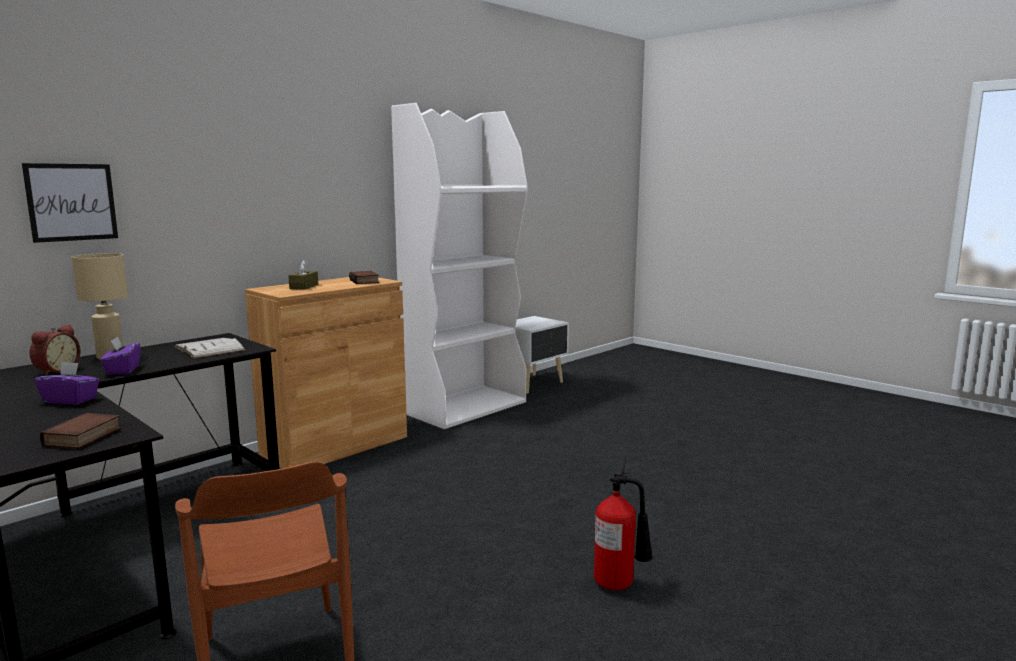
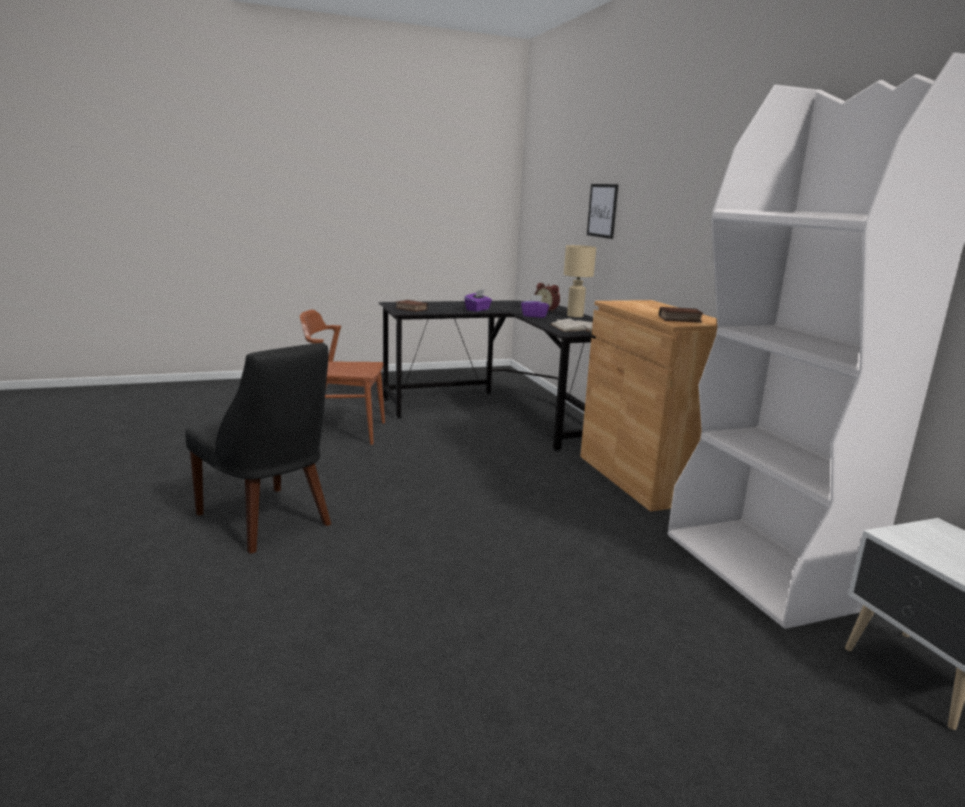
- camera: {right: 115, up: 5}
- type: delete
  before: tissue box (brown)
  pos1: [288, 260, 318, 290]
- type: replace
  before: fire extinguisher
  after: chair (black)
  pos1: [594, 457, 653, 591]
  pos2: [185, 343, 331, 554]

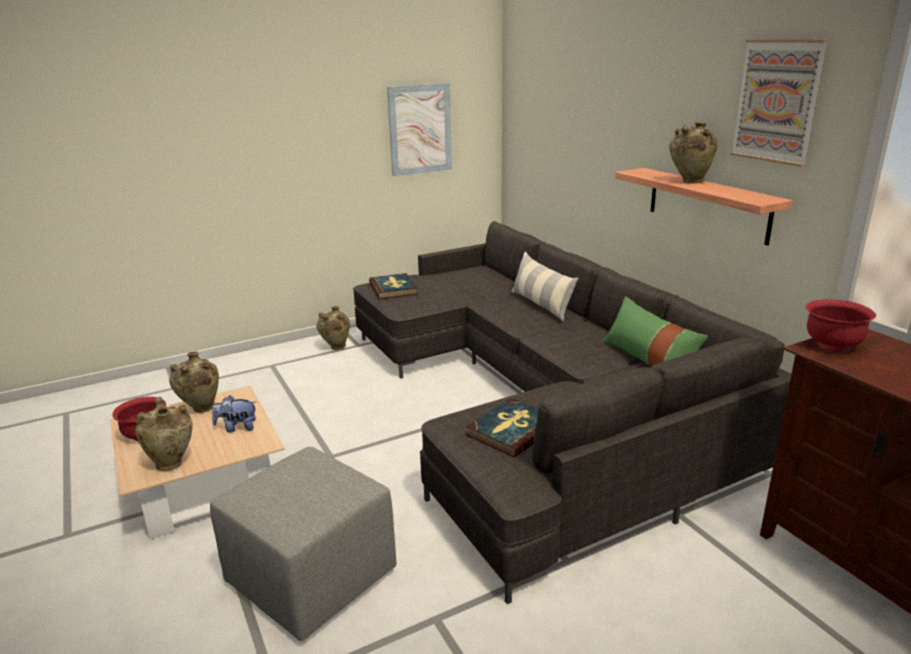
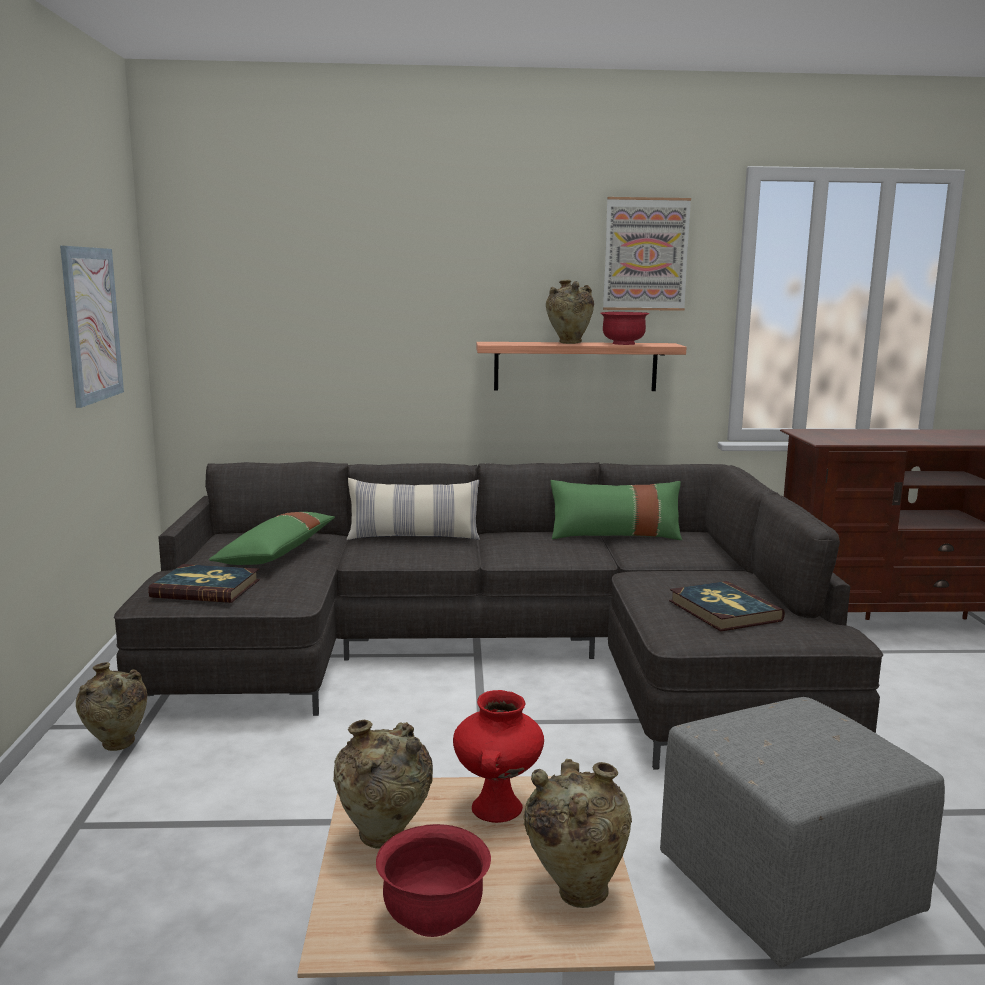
- camera: {right: -65, up: -10}
- type: insert
  after: pillow (green)
  pos2: [209, 512, 335, 565]
- type: move
  before: bowl (red)
  pos1: [806, 299, 876, 351]
  pos2: [600, 312, 649, 345]
- type: replace
  before: plush toy
  after: vase (red)
  pos1: [212, 395, 256, 432]
  pos2: [453, 690, 544, 823]

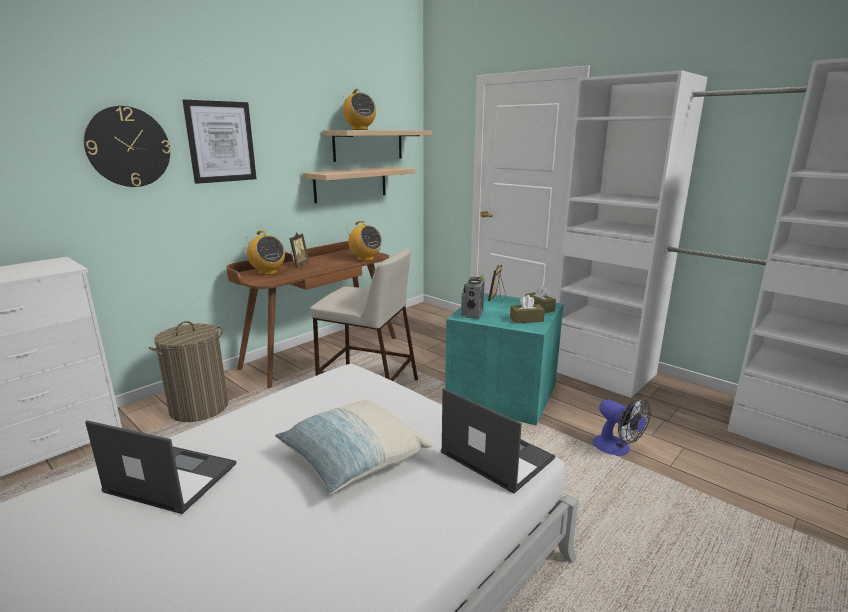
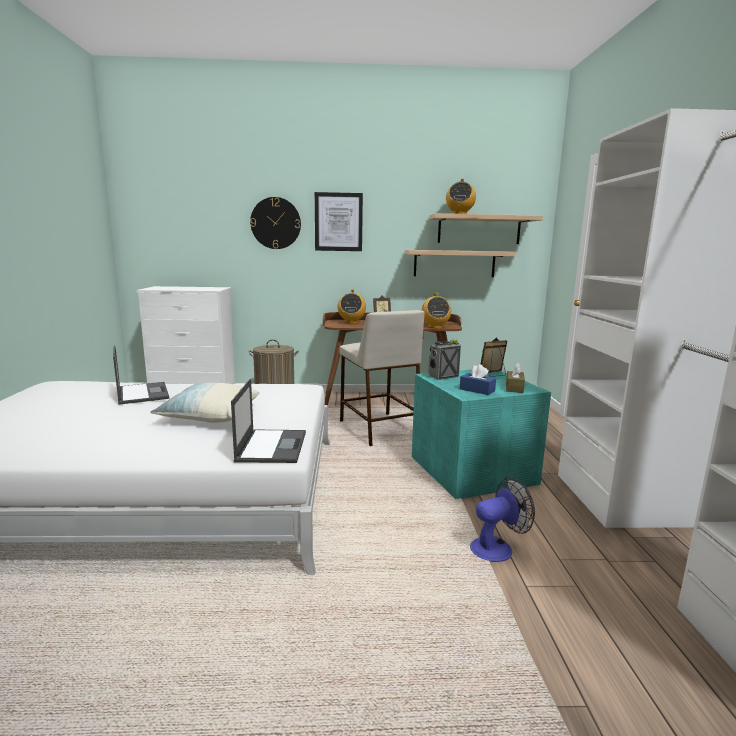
- camera: {right: 45, up: -5}
- type: recolor
  before: tissue box (brown)
  after: tissue box (blue)
  pos1: [510, 295, 545, 323]
  pos2: [460, 364, 496, 395]
- type: rotate
  before: fan
  pos1: [592, 398, 651, 456]
  pos2: [470, 477, 535, 562]
  turn: -120

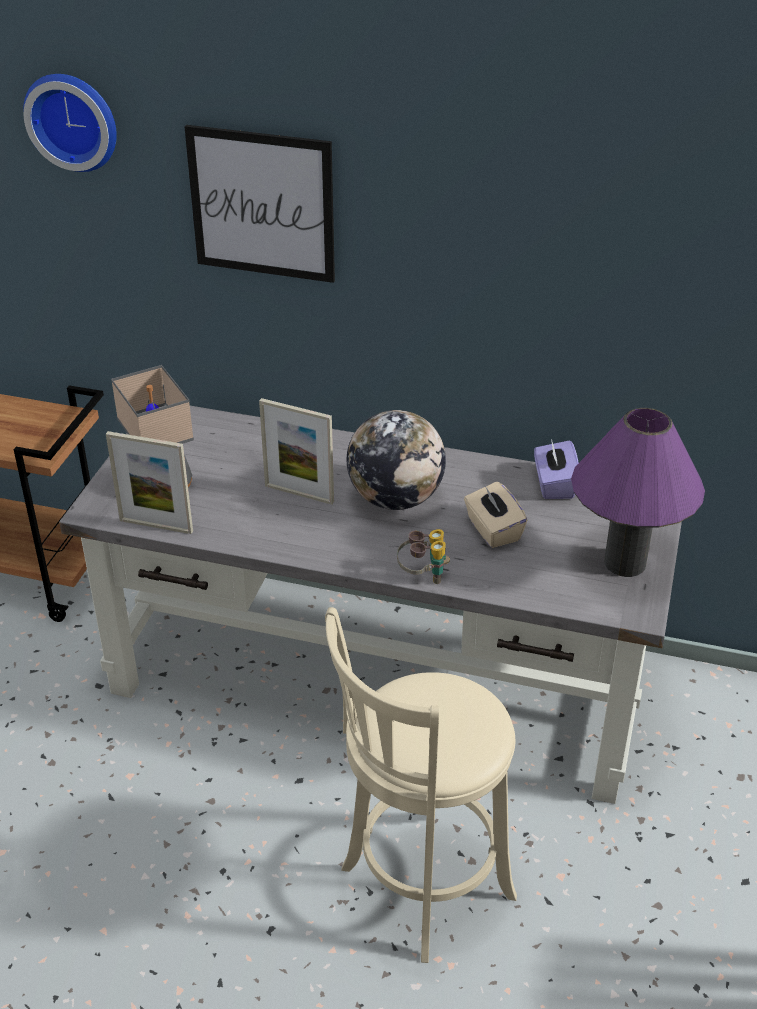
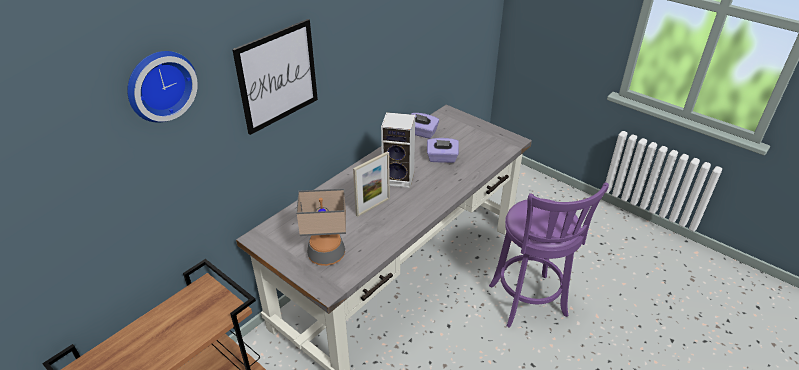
- camera: {right: -65, up: 0}
- type: delete
  before: picture frame
  pos1: [106, 431, 193, 534]
- type: delete
  before: binoculars
  pos1: [397, 529, 450, 584]
- type: delete
  before: table lamp (purple)
  pos1: [571, 408, 705, 577]
- type: replace
  before: globe
  after: speaker
  pos1: [347, 410, 446, 510]
  pos2: [381, 112, 415, 188]
- type: recolor
  before: stool (beige)
  after: stool (purple)
  pos1: [325, 607, 517, 963]
  pos2: [489, 182, 609, 328]
- type: recolor
  before: tissue box (beige)
  after: tissue box (purple)
  pos1: [464, 482, 527, 548]
  pos2: [427, 138, 459, 163]

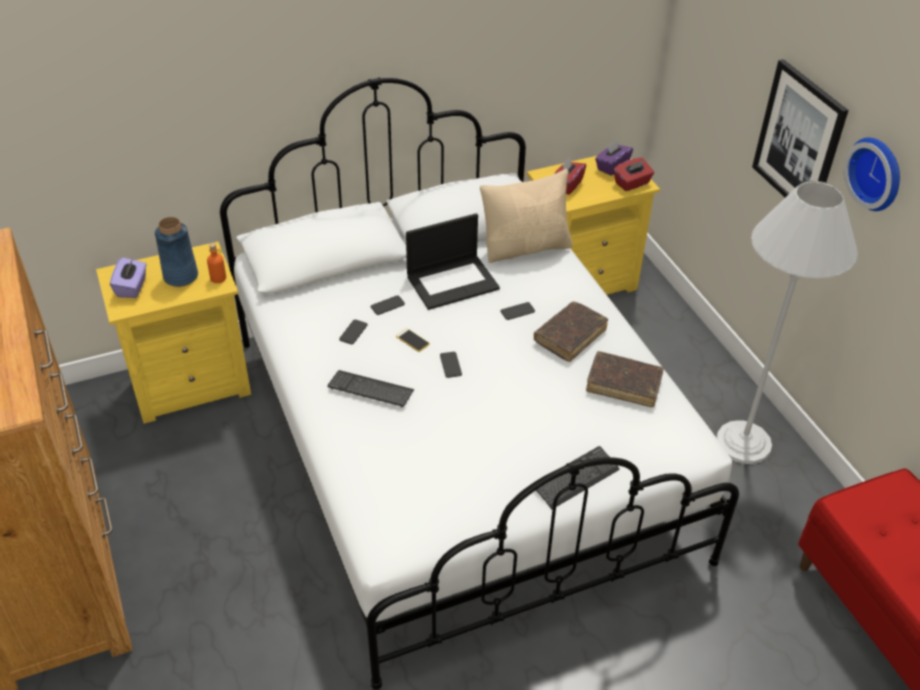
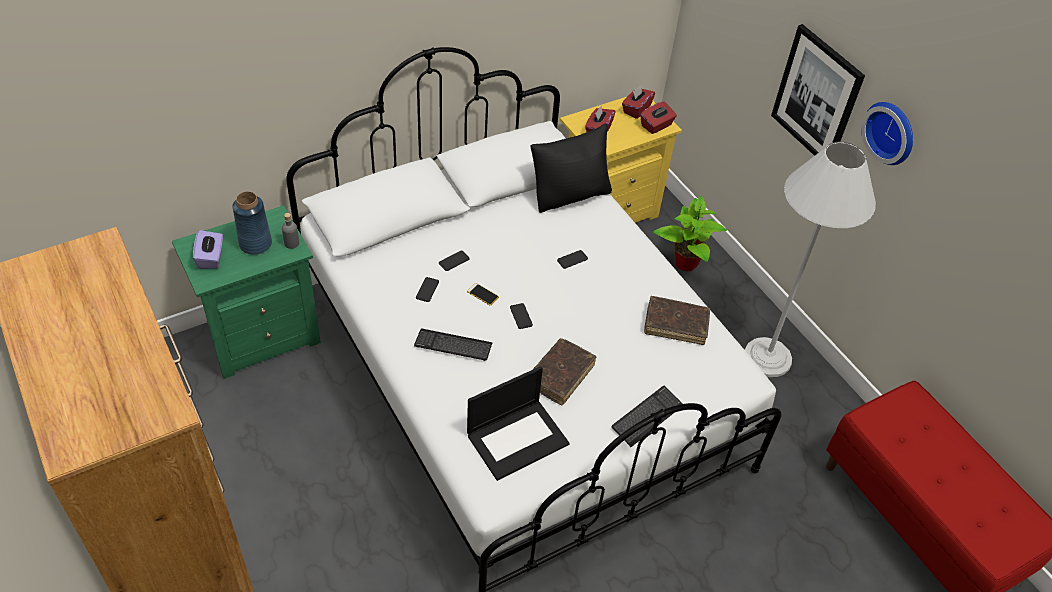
- camera: {right: -10, up: 5}
- type: insert
  after: potted plant
  pos2: [653, 196, 727, 271]
- type: move
  before: laptop
  pos1: [406, 213, 500, 310]
  pos2: [467, 366, 570, 481]
- type: move
  before: book (brown)
  pos1: [534, 301, 608, 362]
  pos2: [534, 338, 596, 405]
- type: recolor
  before: nightstand (yellow)
  after: nightstand (green)
  pos1: [96, 242, 251, 424]
  pos2: [172, 205, 321, 379]
- type: recolor
  before: bottle (orange)
  after: bottle (grey)
  pos1: [207, 243, 226, 283]
  pos2: [282, 213, 299, 249]
- type: recolor
  before: pillow (beige)
  after: pillow (black)
  pos1: [480, 169, 573, 263]
  pos2: [531, 123, 612, 213]
- type: recolor
  before: tissue box (purple)
  after: tissue box (red)
  pos1: [595, 139, 633, 176]
  pos2: [622, 85, 655, 119]

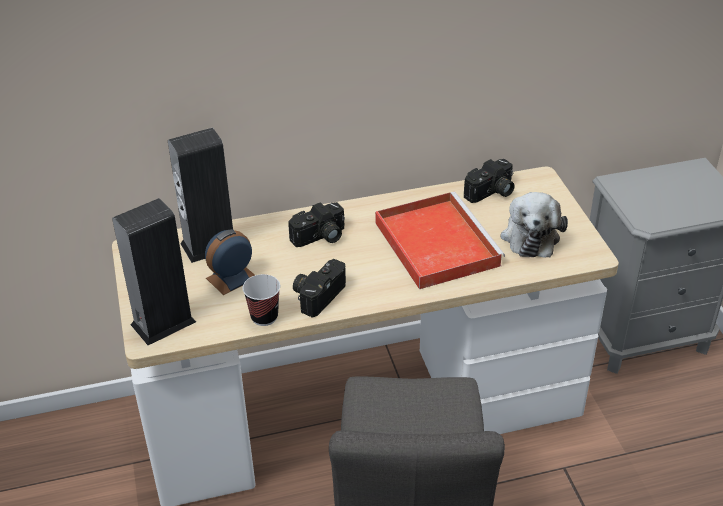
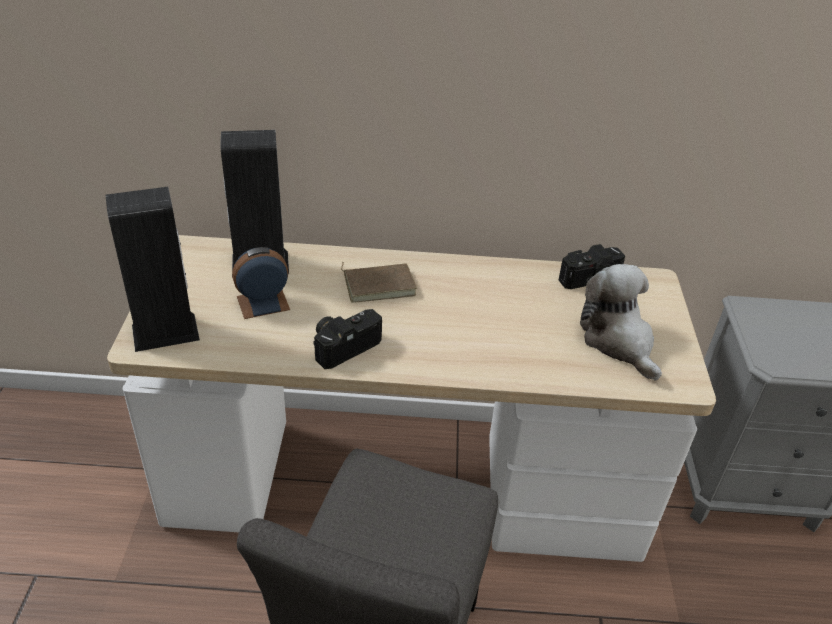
- camera: {right: 15, up: 0}
- type: delete
  before: cup
  pos1: [243, 274, 280, 326]
- type: delete
  before: tray (red)
  pos1: [375, 192, 505, 289]
- type: replace
  before: photo camera
  after: book (brown)
  pos1: [288, 202, 345, 247]
  pos2: [341, 262, 417, 303]
- type: rotate
  before: plush toy
  pos1: [501, 192, 568, 257]
  pos2: [580, 264, 662, 380]
  turn: 135

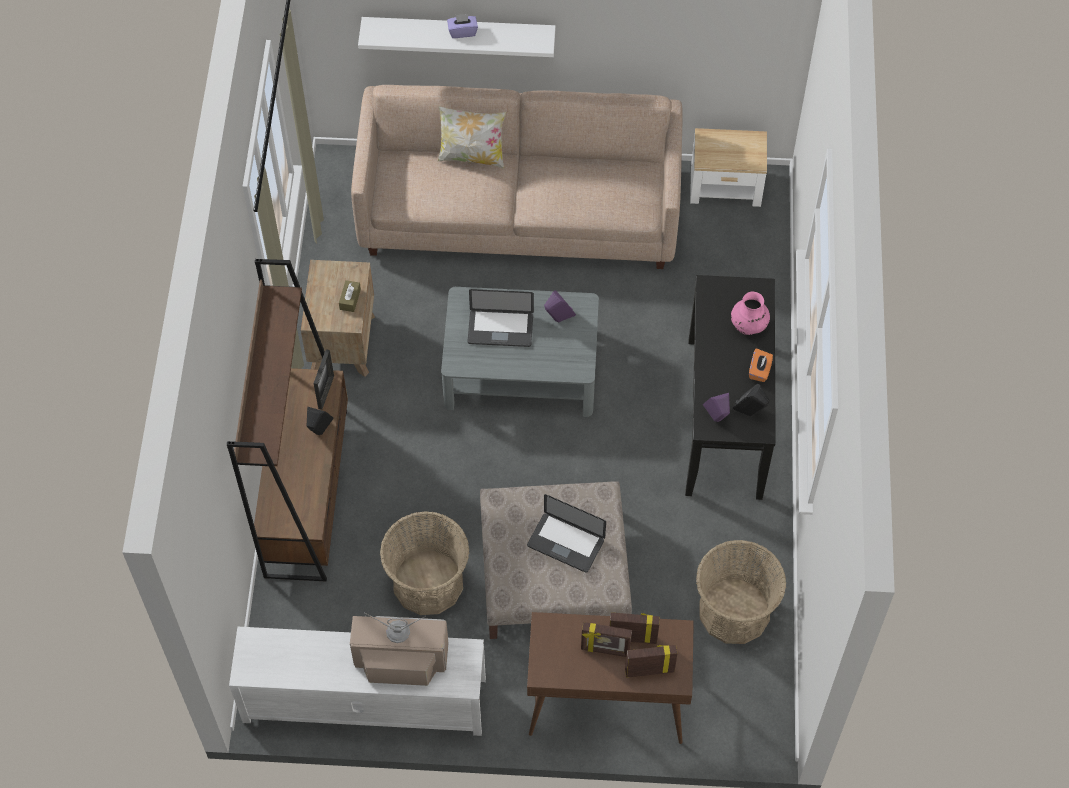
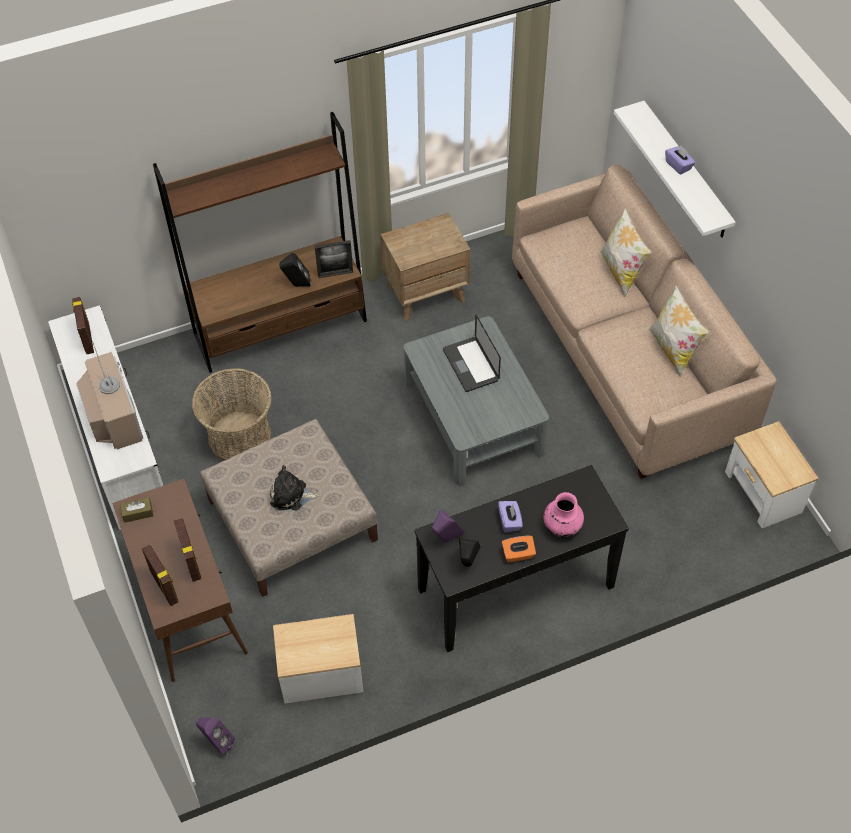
- camera: {right: 65, up: -5}
- type: insert
  after: tissue box (purple)
  pos2: [498, 501, 523, 533]
- type: insert
  after: pillow
  pos2: [649, 286, 710, 377]
- type: move
  before: tissue box (brown)
  pos1: [339, 280, 361, 312]
  pos2: [120, 497, 153, 523]
- type: move
  before: speaker (purple)
  pos1: [544, 290, 576, 322]
  pos2: [196, 717, 235, 755]
- type: move
  before: picture frame
  pos1: [581, 622, 632, 657]
  pos2: [72, 297, 94, 354]
- type: replace
  before: laptop
  after: plush toy
  pos1: [527, 494, 606, 573]
  pos2: [270, 465, 319, 510]
- type: replace
  before: basket
  after: side table
  pos1: [696, 540, 786, 644]
  pos2: [273, 614, 363, 703]

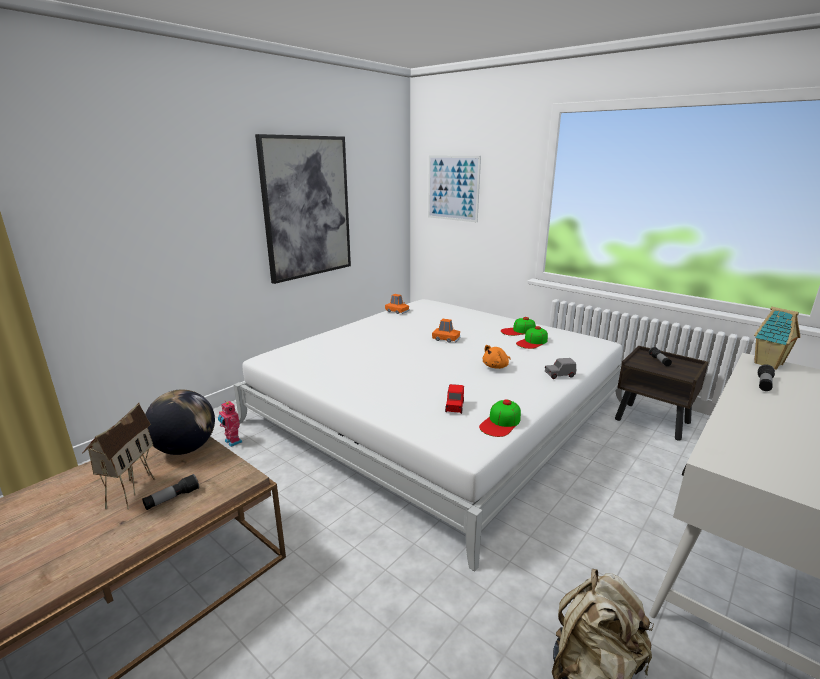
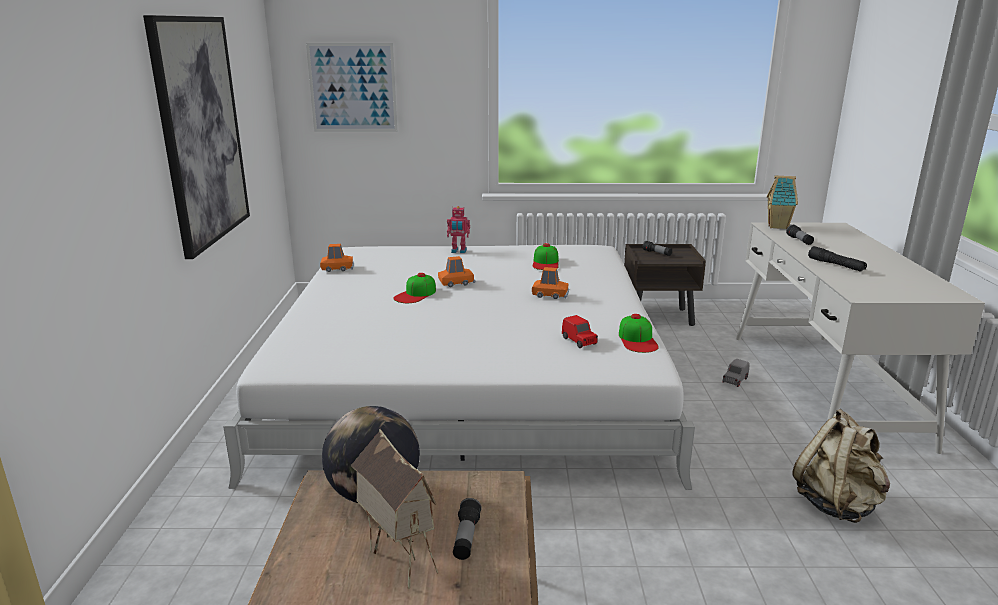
- camera: {right: -40, up: 0}
- type: insert
  after: flashlight (black)
  pos2: [808, 246, 867, 272]
- type: move
  before: toy robot
  pos1: [218, 401, 242, 447]
  pos2: [447, 206, 470, 253]
- type: move
  before: cap
  pos1: [501, 317, 536, 336]
  pos2: [393, 273, 436, 303]
- type: move
  before: toy car (grey)
  pos1: [545, 358, 576, 379]
  pos2: [723, 359, 750, 387]
- type: replace
  before: plush toy (orange)
  after: toy car (orange)
  pos1: [483, 345, 511, 369]
  pos2: [532, 267, 569, 299]

